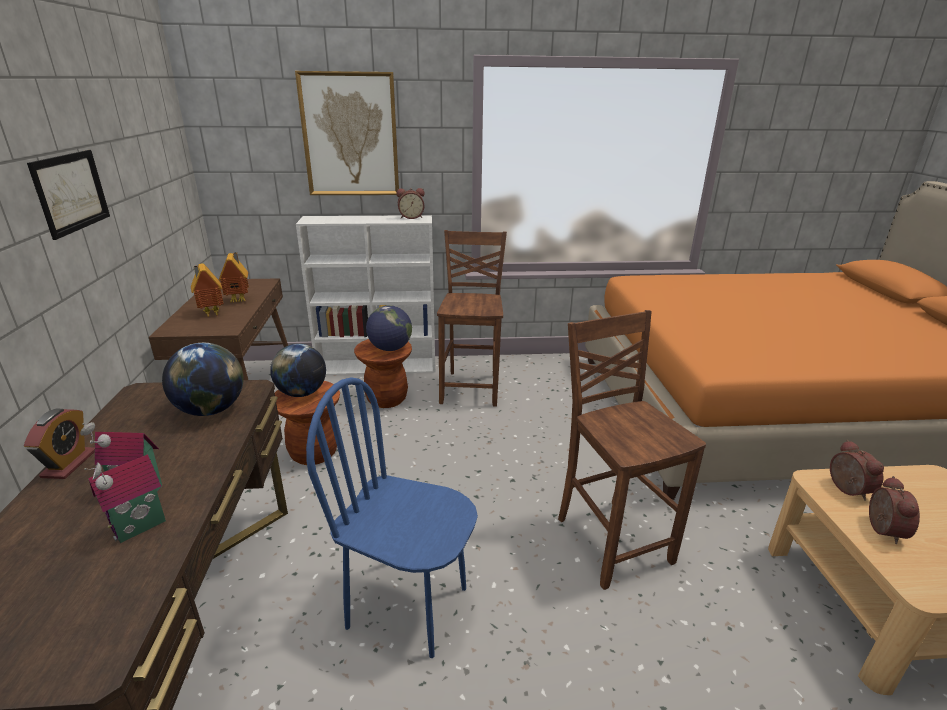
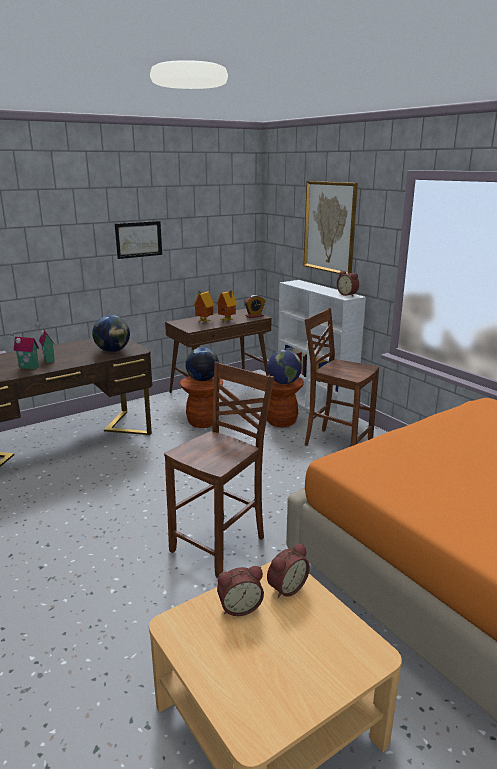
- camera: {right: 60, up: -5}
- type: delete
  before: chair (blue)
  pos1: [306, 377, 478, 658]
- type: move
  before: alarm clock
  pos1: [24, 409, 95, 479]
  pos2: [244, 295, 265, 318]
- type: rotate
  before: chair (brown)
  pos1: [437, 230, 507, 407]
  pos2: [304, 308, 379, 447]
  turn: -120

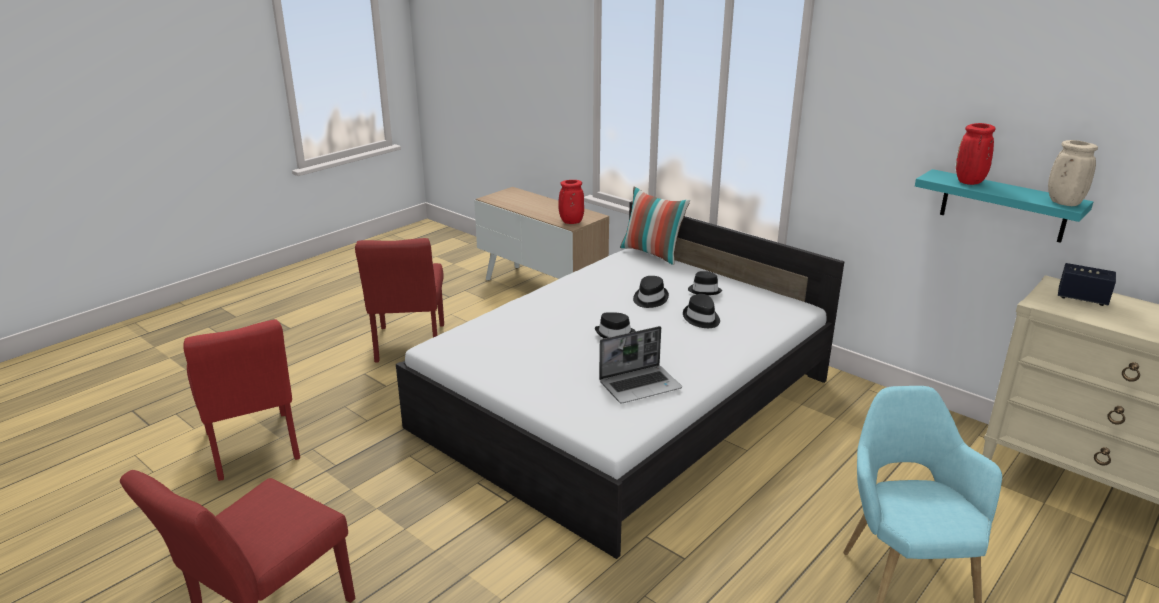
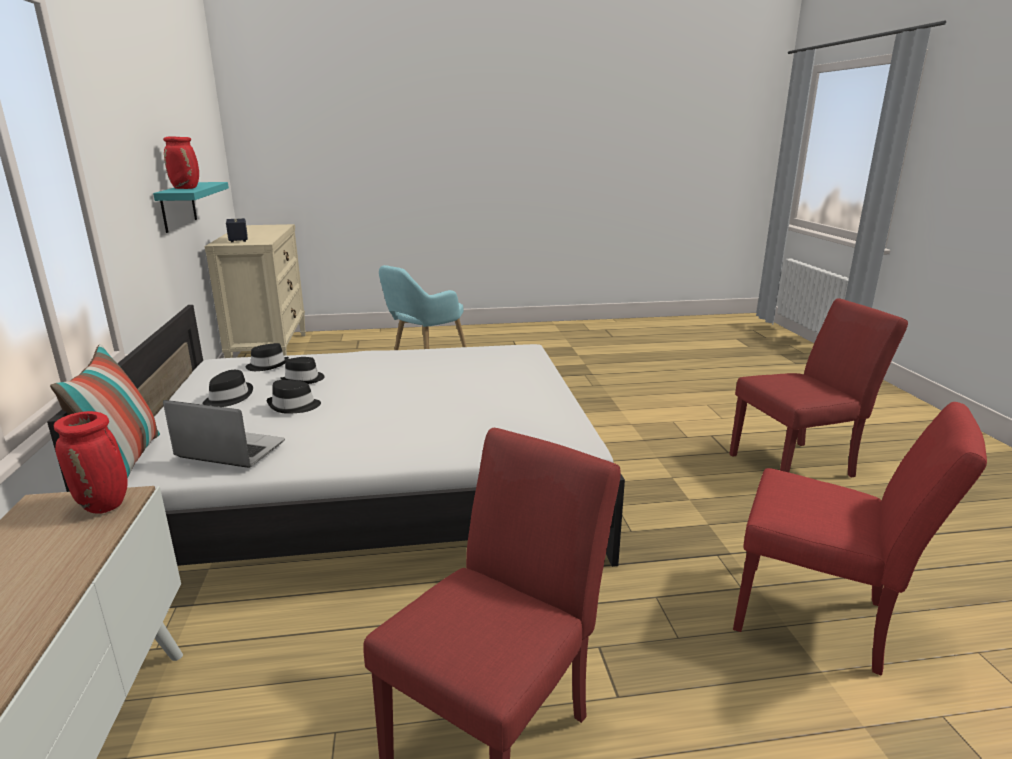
- camera: {right: -140, up: -5}
- type: delete
  before: vase (beige)
  pos1: [1048, 140, 1098, 206]
- type: move
  before: hat (black)
  pos1: [595, 312, 635, 338]
  pos2: [246, 343, 289, 371]
- type: move
  before: laptop
  pos1: [599, 326, 682, 403]
  pos2: [163, 400, 285, 468]
- type: rotate
  before: chair (red)
  pos1: [183, 319, 300, 481]
  pos2: [733, 402, 987, 675]
  turn: 105

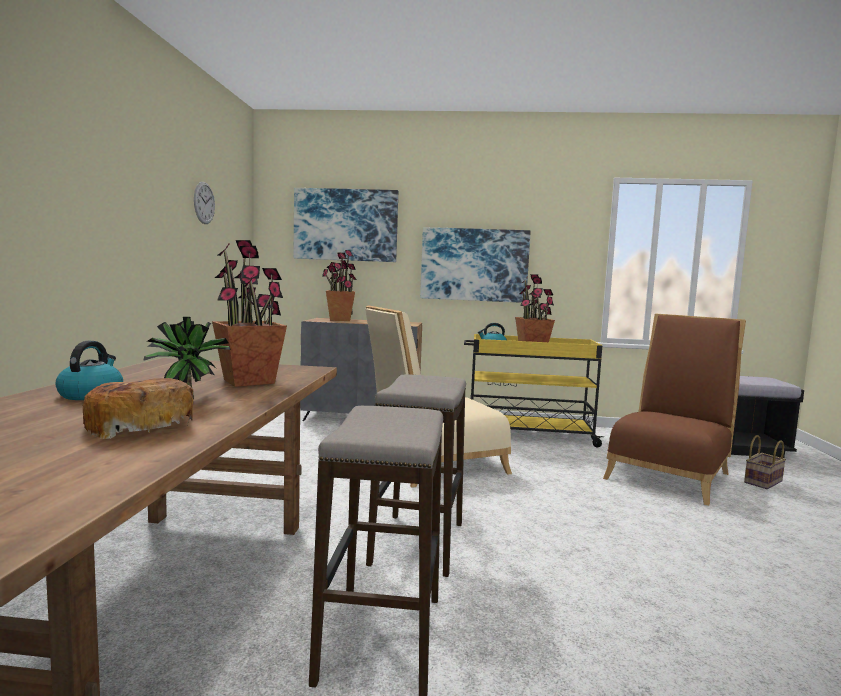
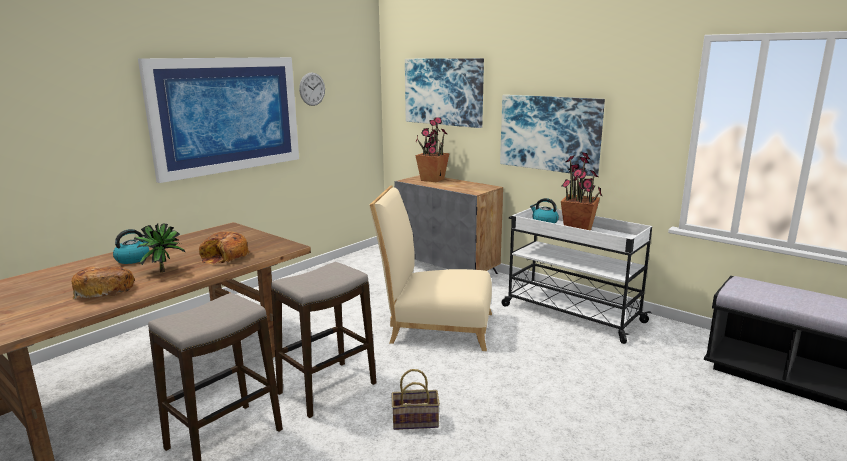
- camera: {right: 35, up: 10}
- type: delete
  before: chair (brown)
  pos1: [603, 314, 746, 506]
- type: insert
  after: picture
  pos2: [138, 57, 299, 183]
- type: move
  before: basket
  pos1: [744, 435, 786, 489]
  pos2: [392, 369, 440, 430]
- type: replace
  before: potted plant
  after: bread
  pos1: [212, 240, 287, 387]
  pos2: [199, 231, 250, 265]
- type: recolor
  before: cart (yellow)
  after: cart (white)
  pos1: [464, 334, 604, 447]
  pos2: [502, 206, 652, 344]

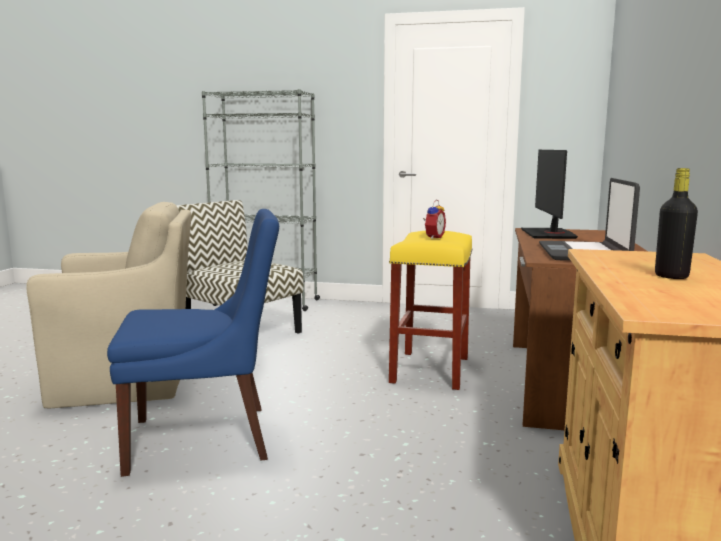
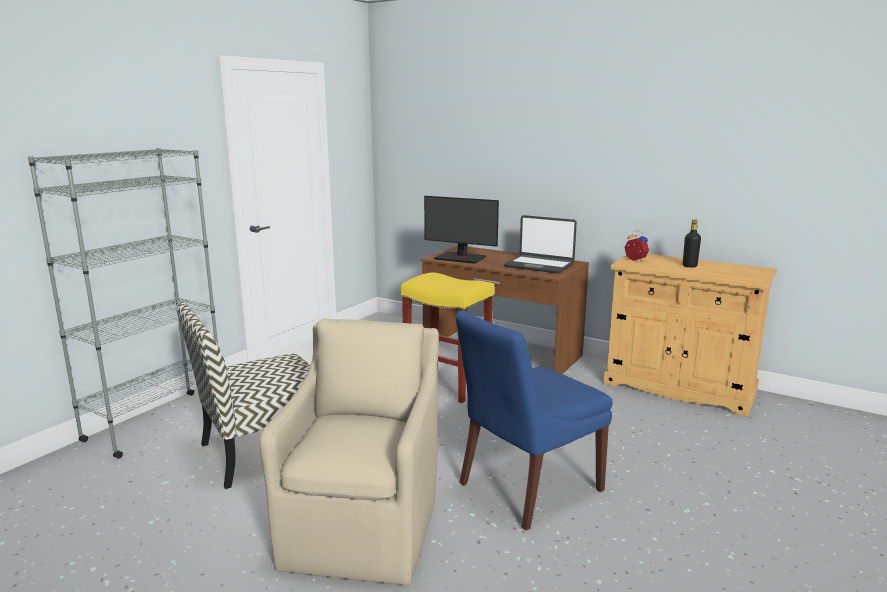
- camera: {right: -70, up: 5}
- type: move
  before: alarm clock
  pos1: [423, 199, 446, 239]
  pos2: [625, 230, 649, 261]
- type: rotate
  before: chair (blue)
  pos1: [107, 209, 279, 477]
  pos2: [456, 310, 613, 531]
  turn: -135

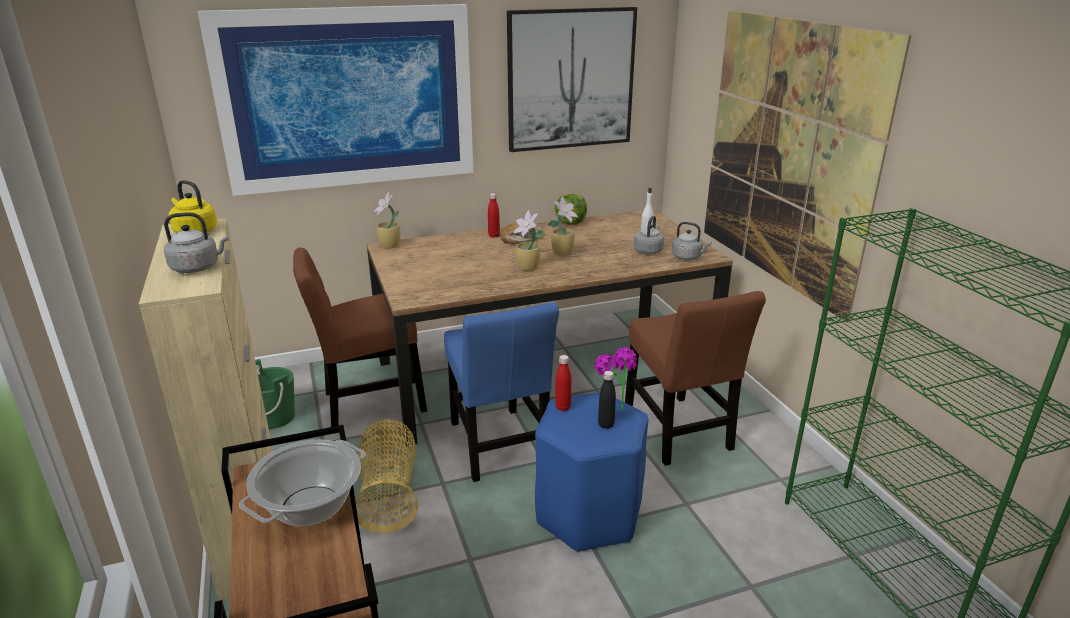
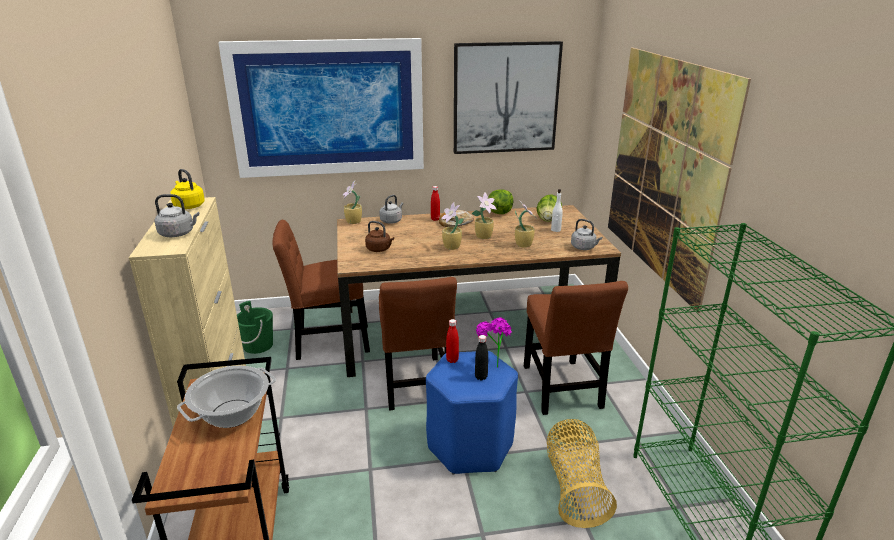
- camera: {right: 10, up: 0}
- type: insert
  after: kettle (brown)
  pos2: [365, 221, 394, 252]
- type: insert
  after: potted plant
  pos2: [515, 200, 537, 248]
- type: insert
  after: lettuce
  pos2: [537, 194, 562, 222]
- type: move
  before: basket
  pos1: [355, 419, 418, 533]
  pos2: [547, 419, 617, 528]
- type: move
  before: kettle (grey)
  pos1: [634, 216, 664, 254]
  pos2: [379, 195, 403, 224]
- type: recolor
  before: chair (blue)
  after: chair (brown)
  pos1: [444, 302, 559, 482]
  pos2: [379, 277, 457, 411]

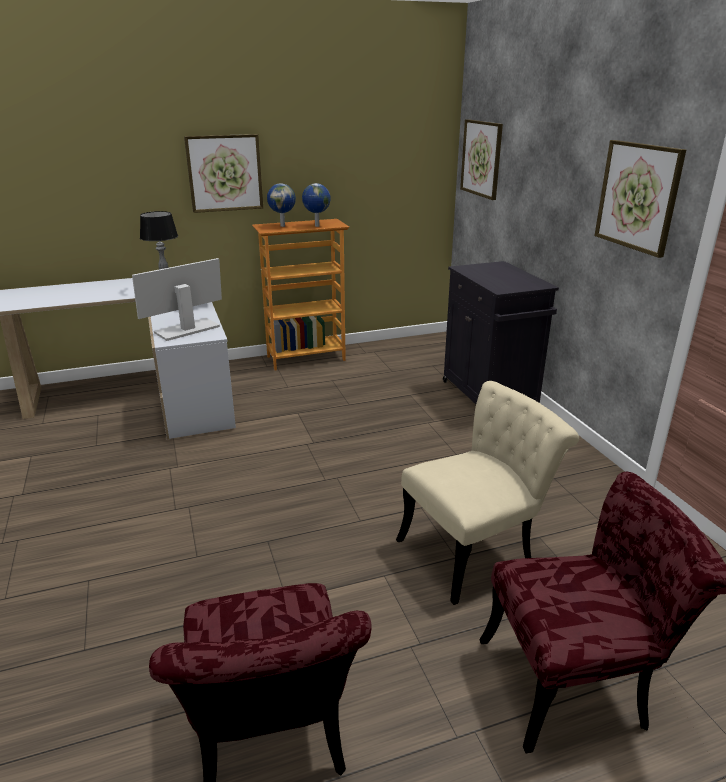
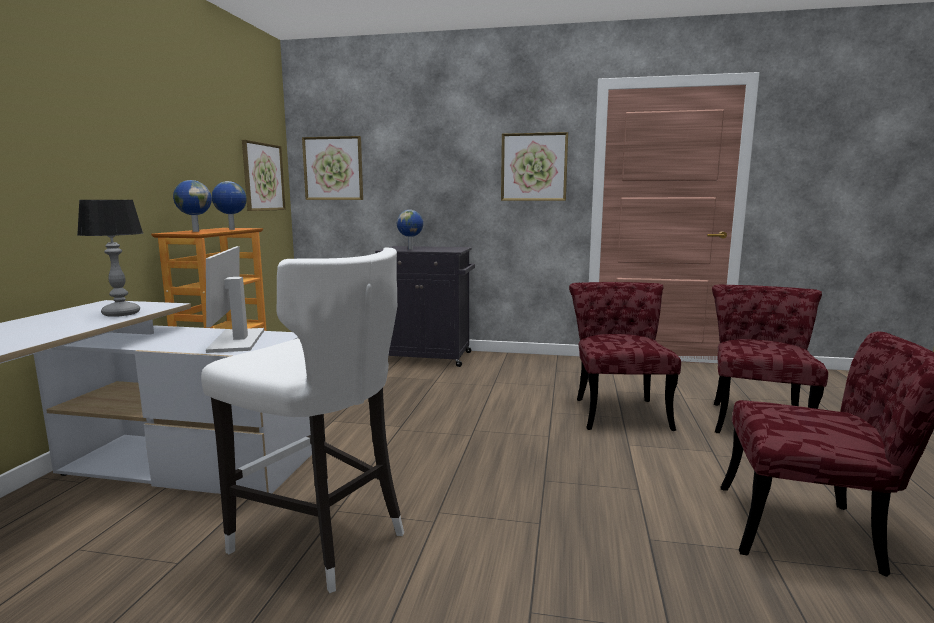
- camera: {right: -60, up: -15}
- type: insert
  after: stool (white)
  pos2: [201, 247, 404, 593]
- type: insert
  after: globe
  pos2: [397, 210, 423, 250]
- type: move
  before: picture
  pos1: [184, 134, 263, 213]
  pos2: [242, 140, 286, 211]
- type: recolor
  before: chair (beige)
  after: chair (red)
  pos1: [396, 381, 579, 605]
  pos2: [569, 282, 681, 431]

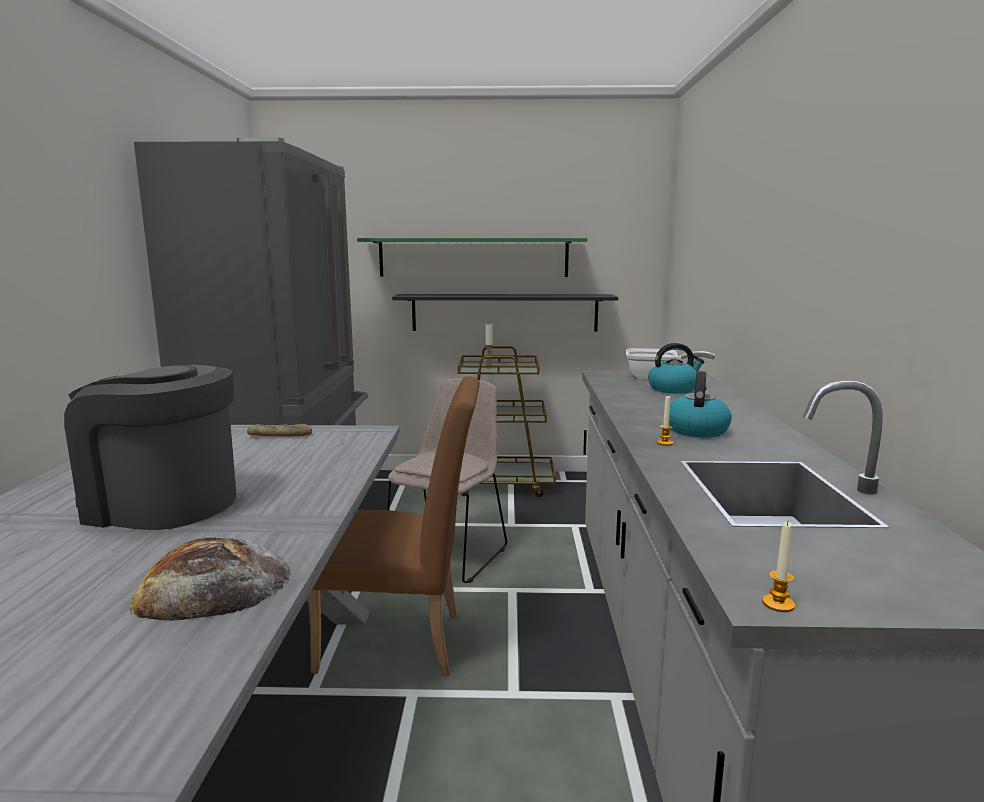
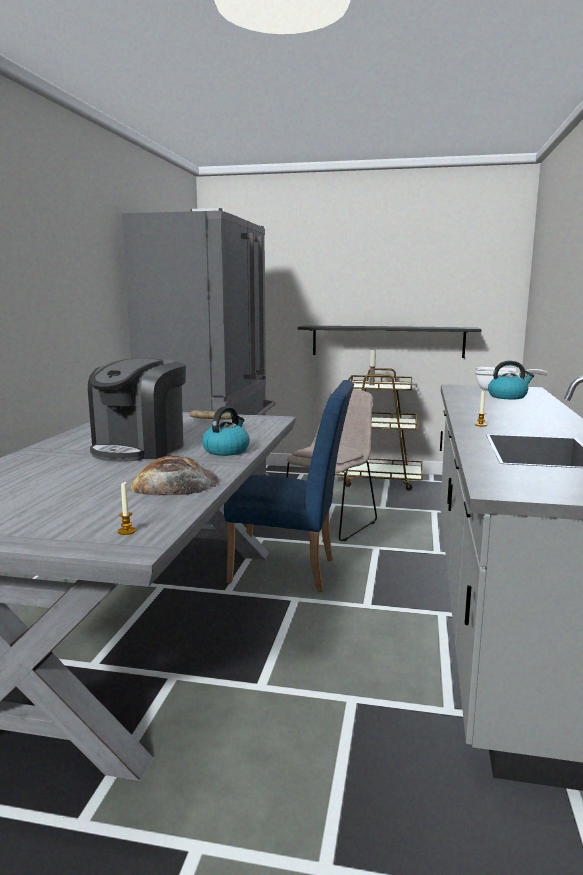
- camera: {right: 10, up: 0}
- type: delete
  before: shelf (green)
  pos1: [357, 238, 587, 277]
- type: move
  before: kettle
  pos1: [669, 371, 732, 438]
  pos2: [202, 406, 250, 456]
- type: move
  before: candle
  pos1: [762, 522, 795, 612]
  pos2: [118, 481, 136, 535]
- type: recolor
  before: chair (brown)
  after: chair (blue)
  pos1: [308, 376, 480, 676]
  pos2: [224, 380, 354, 592]
- type: rotate
  before: coffee machine
  pos1: [64, 365, 236, 530]
  pos2: [88, 358, 186, 462]
  turn: -90

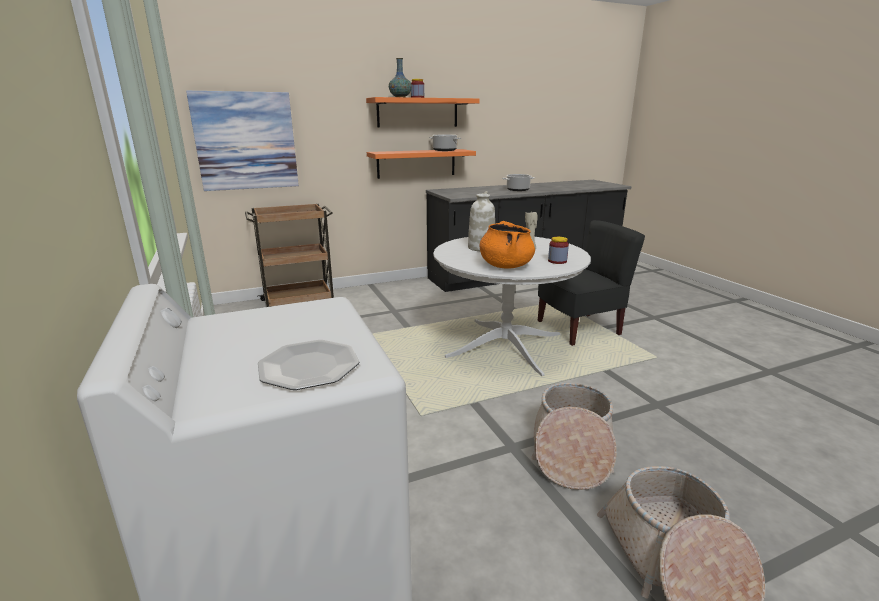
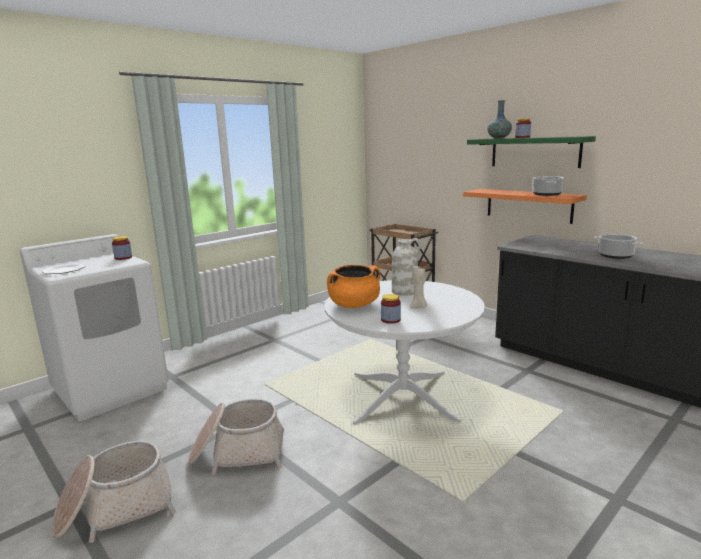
- camera: {right: 70, up: -5}
- type: delete
  before: picture
  pos1: [186, 91, 299, 191]
- type: delete
  before: chair (black)
  pos1: [538, 220, 645, 346]
- type: insert
  after: jar
  pos2: [112, 236, 132, 260]
- type: recolor
  before: shelf (orange)
  after: shelf (green)
  pos1: [366, 97, 480, 127]
  pos2: [467, 136, 596, 168]

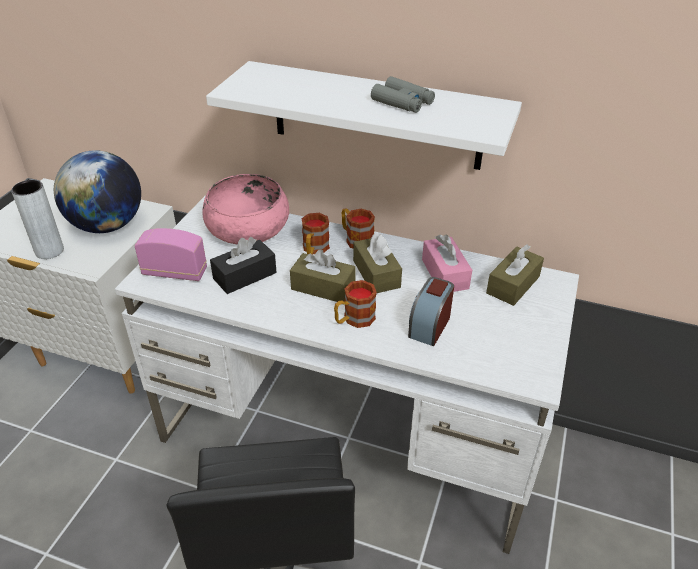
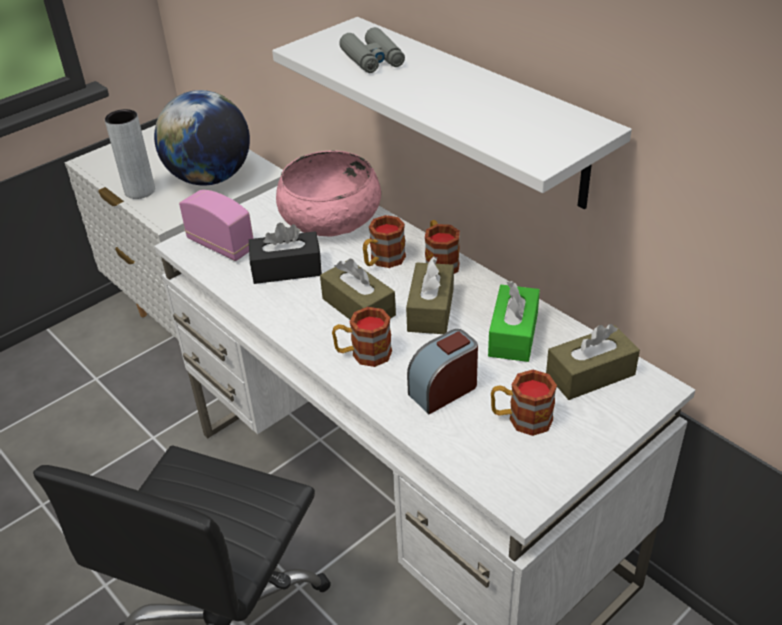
- camera: {right: 30, up: 0}
- type: insert
  after: mug
  pos2: [491, 370, 557, 436]
- type: move
  before: binoculars (grey)
  pos1: [371, 76, 435, 113]
  pos2: [339, 27, 405, 73]
- type: recolor
  before: tissue box (pink)
  after: tissue box (green)
  pos1: [422, 235, 472, 292]
  pos2: [488, 281, 540, 362]

